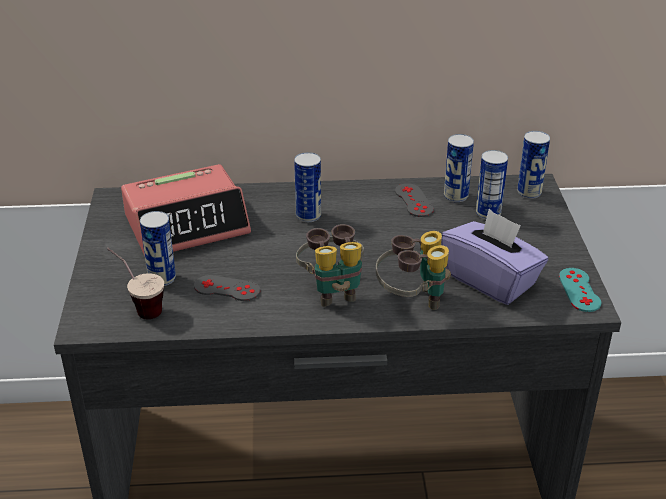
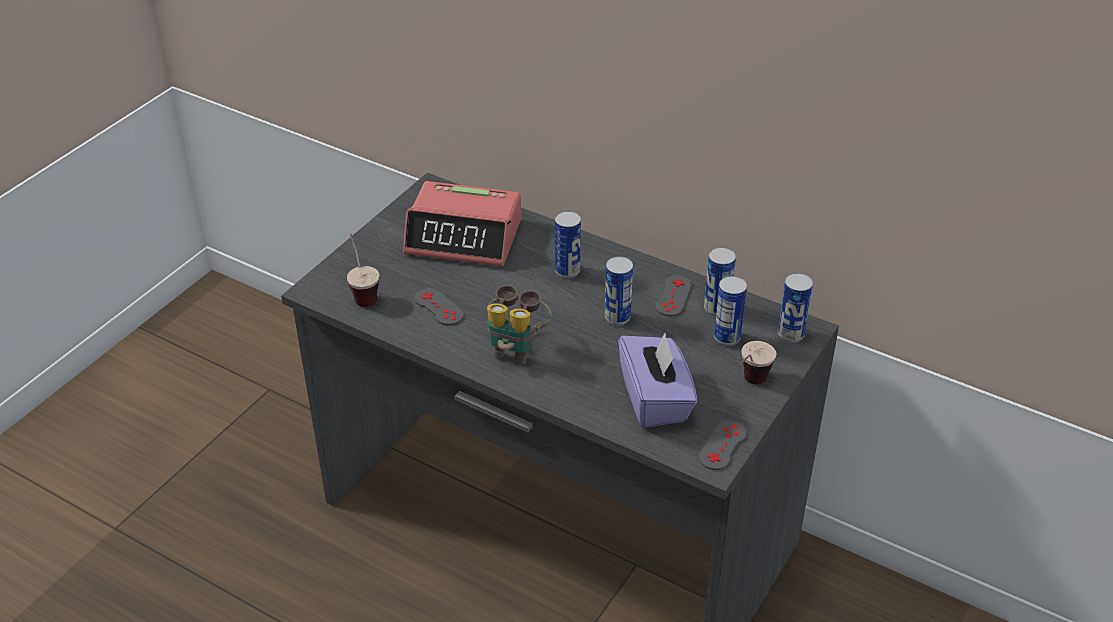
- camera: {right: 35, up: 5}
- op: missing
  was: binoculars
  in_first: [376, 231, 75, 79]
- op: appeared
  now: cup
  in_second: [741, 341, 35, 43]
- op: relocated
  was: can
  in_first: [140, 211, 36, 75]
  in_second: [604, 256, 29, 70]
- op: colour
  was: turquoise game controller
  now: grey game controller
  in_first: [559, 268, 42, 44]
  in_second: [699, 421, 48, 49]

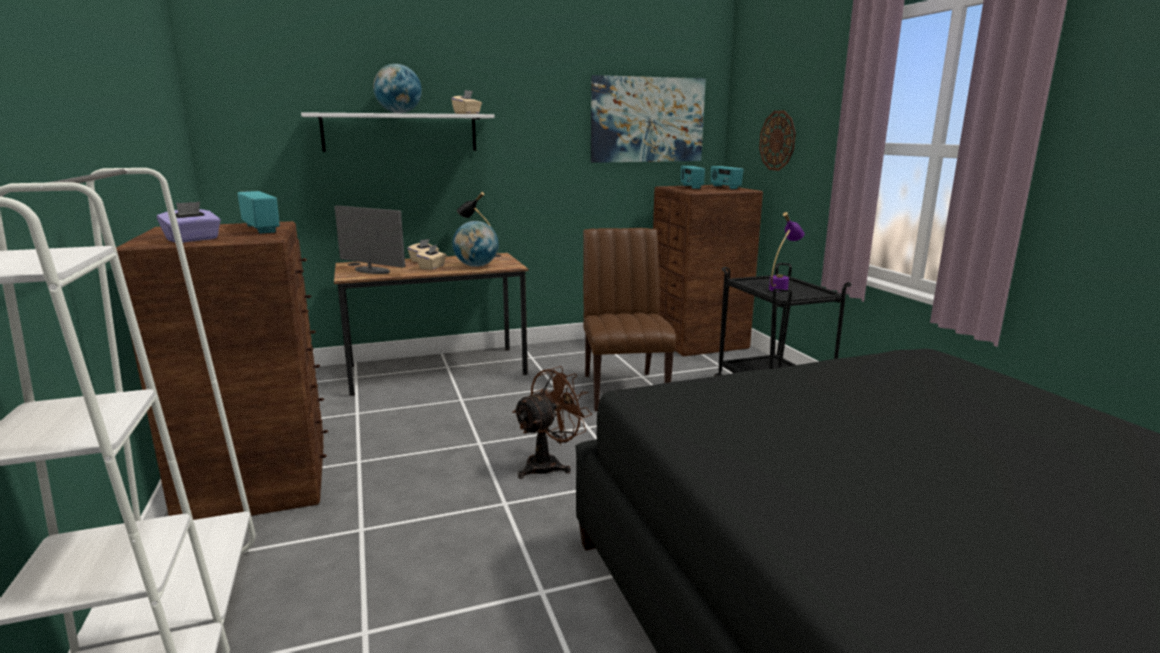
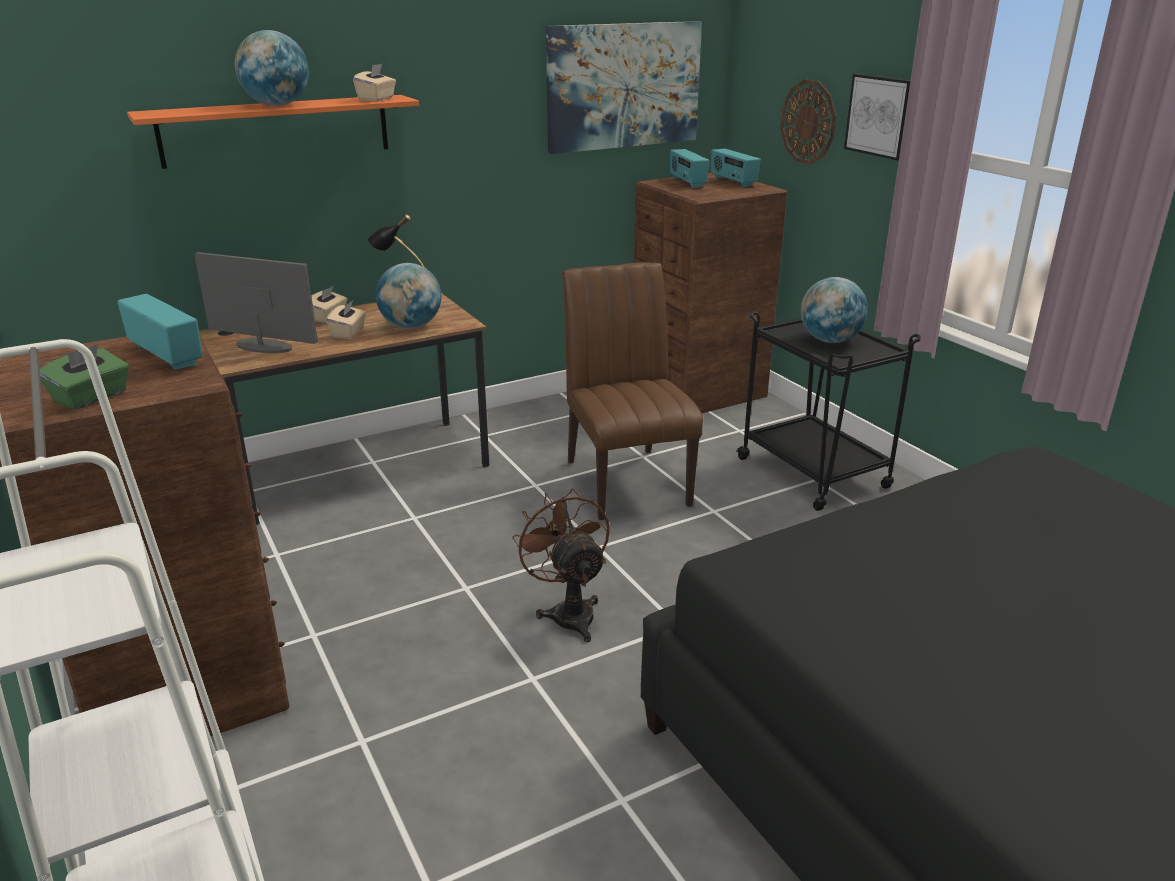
- camera: {right: -10, up: 10}
- op: appeared
  now: picture
  in_second: [844, 74, 67, 87]
- op: exchanged
  was: purple table lamp
  now: globe
  in_first: [769, 212, 35, 80]
  in_second: [801, 277, 67, 66]
- op: colour
  was: purple tissue box
  now: green tissue box
  in_first: [157, 201, 64, 42]
  in_second: [39, 344, 90, 66]
- op: colour
  was: white shelf
  now: orange shelf
  in_first: [301, 112, 194, 40]
  in_second: [127, 95, 292, 74]
- op: spun
  was: brown fan
  in_first: [512, 366, 80, 113]
  in_second: [512, 489, 98, 153]
  clockwise: -60

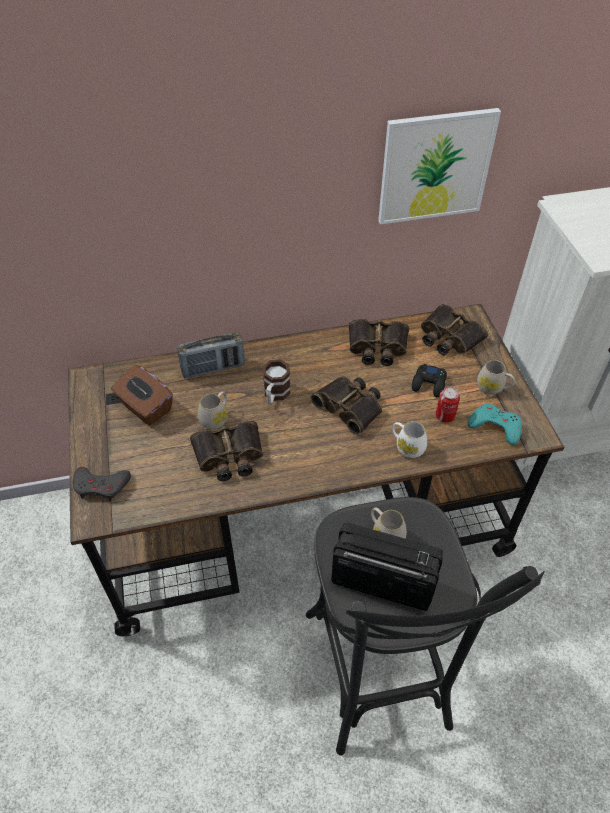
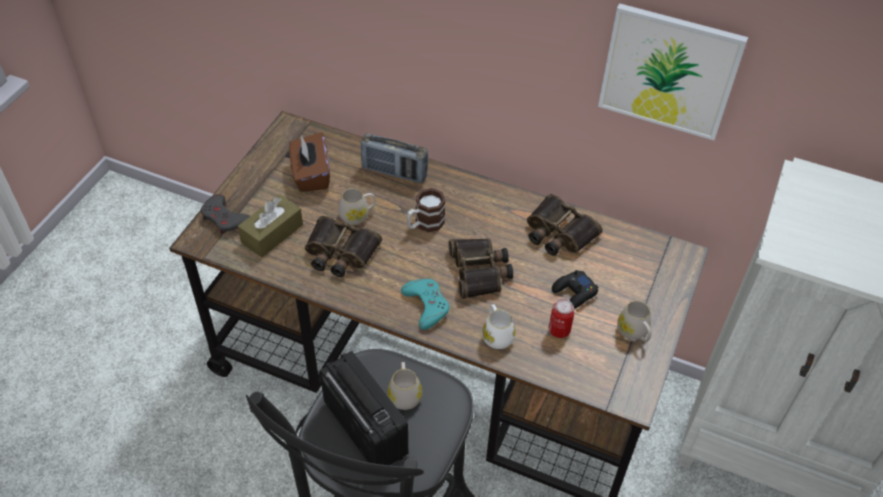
- camera: {right: 35, up: 0}
- op: missing
  was: binoculars
  in_first: [421, 304, 67, 52]
- op: appeared
  now: brown tissue box
  in_second: [238, 194, 65, 63]
- op: relocated
  was: turquoise game controller
  in_first: [468, 404, 54, 41]
  in_second: [401, 279, 49, 51]

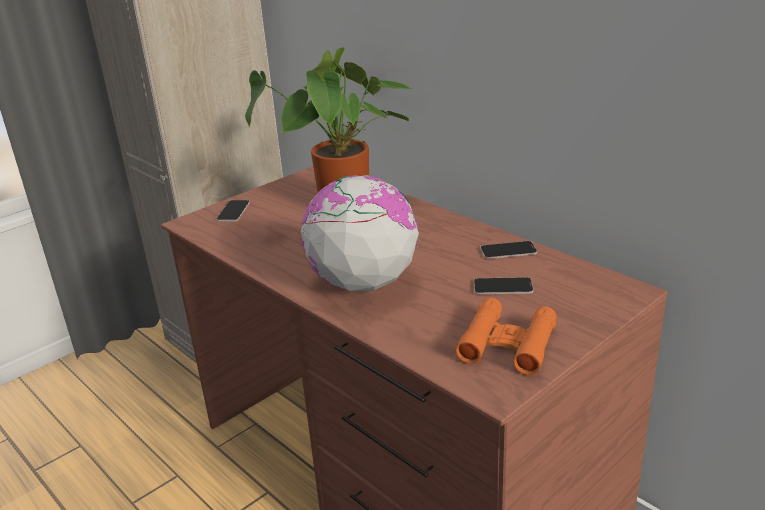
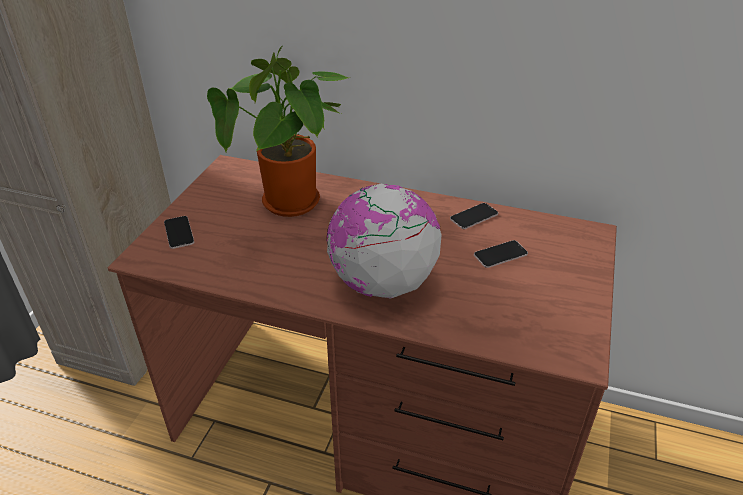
- camera: {right: -30, up: 10}
- op: missing
  was: orange binoculars
  in_first: [455, 298, 102, 77]

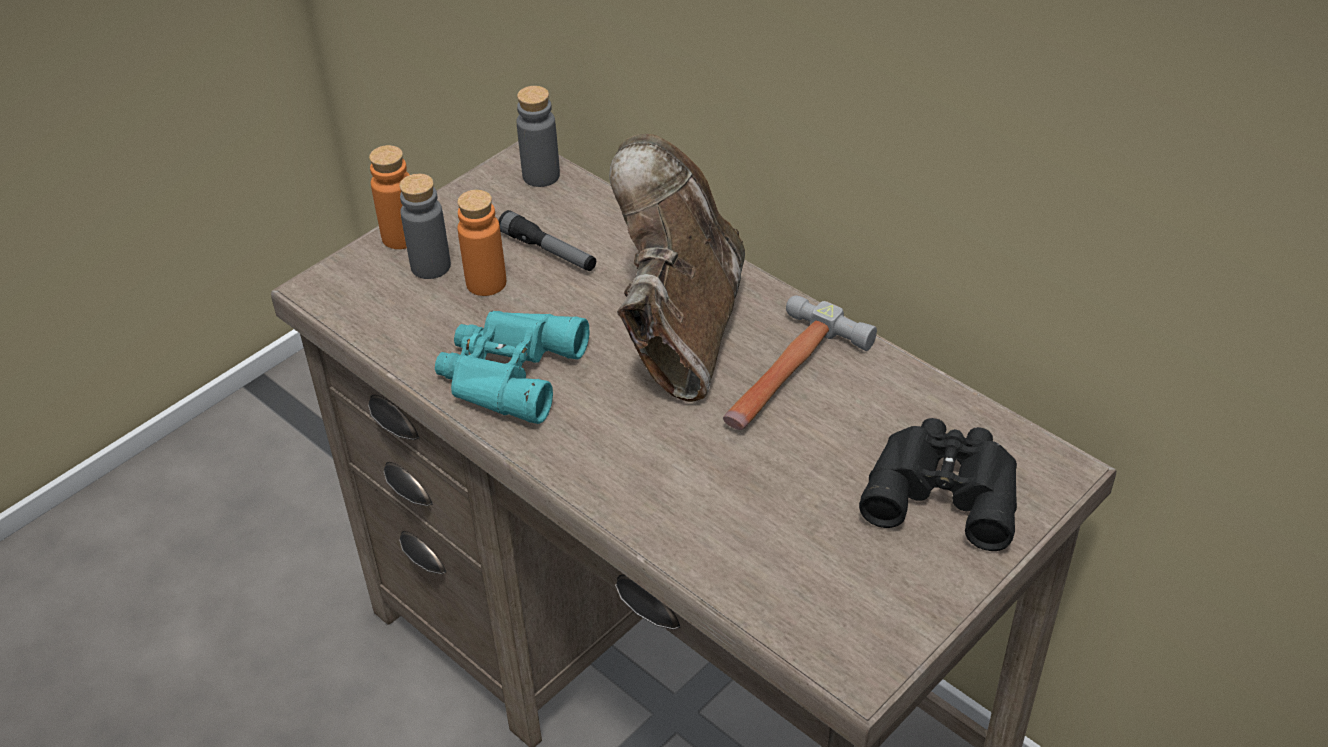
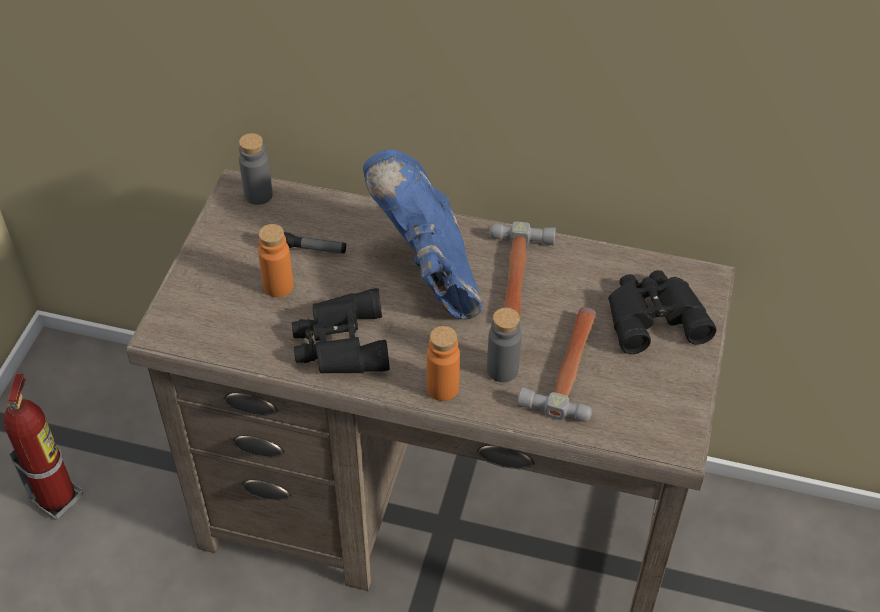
- camera: {right: -30, up: 5}
- op: appeared
  now: fire extinguisher
  in_second: [4, 374, 79, 146]
- op: appeared
  now: hammer
  in_second: [517, 307, 79, 115]
- op: relocated
  was: orange bottle
  in_first: [369, 145, 41, 104]
  in_second: [427, 326, 33, 75]
- op: relocated
  was: grey bottle
  in_first: [399, 174, 52, 105]
  in_second: [487, 308, 35, 74]
- op: colour
  was: turquoise binoculars
  now: black binoculars
  in_first: [435, 311, 154, 113]
  in_second: [292, 288, 98, 86]
- op: colour
  was: brown boot
  now: blue boot
  in_first: [609, 134, 136, 268]
  in_second: [363, 149, 119, 170]

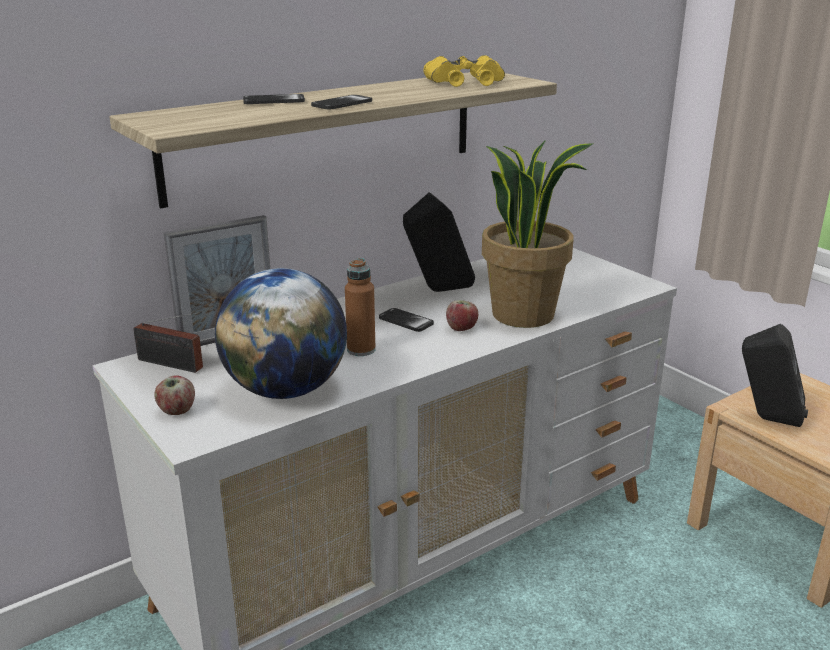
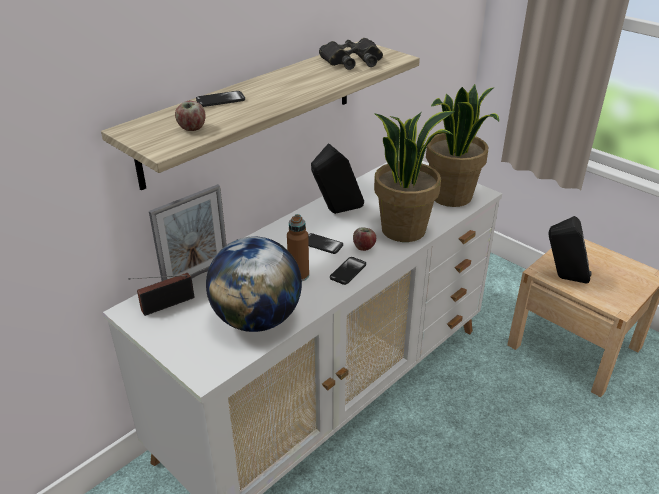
- camera: {right: -10, up: 10}
- op: appeared
  now: potted plant
  in_second: [426, 84, 73, 123]
- op: relocated
  was: apple
  in_first: [154, 375, 41, 40]
  in_second: [175, 101, 31, 30]
- op: relocated
  was: phone
  in_first: [311, 95, 61, 14]
  in_second: [330, 257, 36, 28]
- op: colour
  was: yellow binoculars
  now: black binoculars
  in_first: [423, 55, 82, 32]
  in_second: [319, 38, 64, 32]
- op: spun
  was: radio
  in_first: [133, 312, 70, 61]
  in_second: [129, 273, 65, 43]
  clockwise: 135

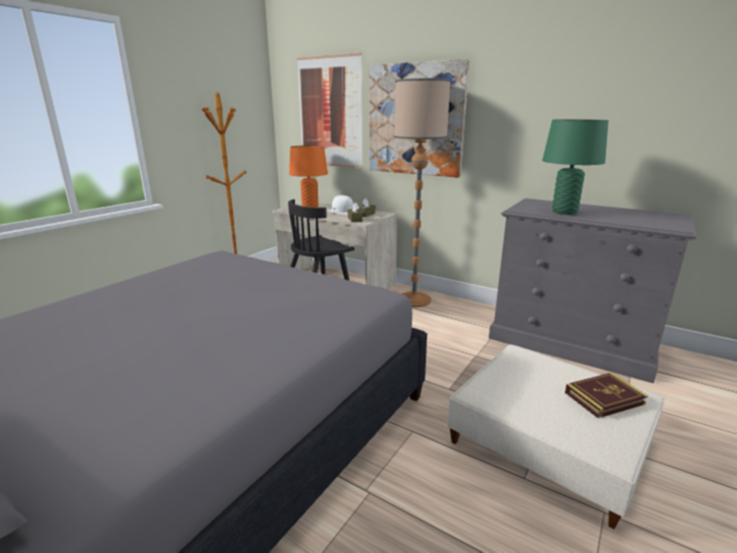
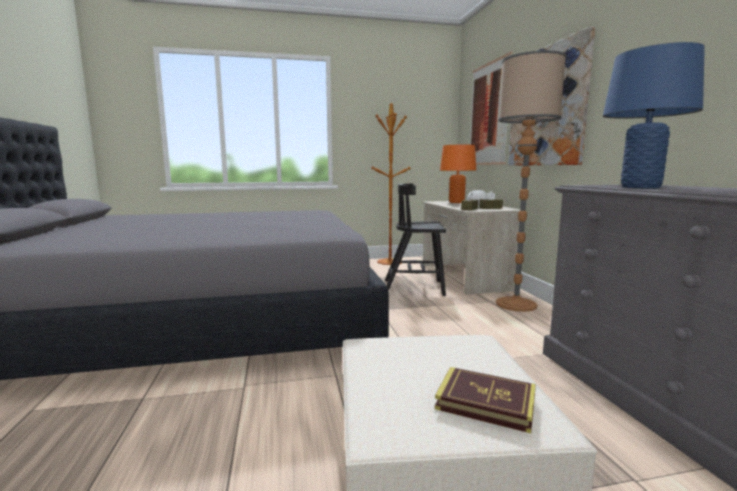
- camera: {right: 45, up: -10}
- op: colour
  was: green table lamp
  now: blue table lamp
  in_first: [542, 119, 67, 96]
  in_second: [603, 42, 102, 146]

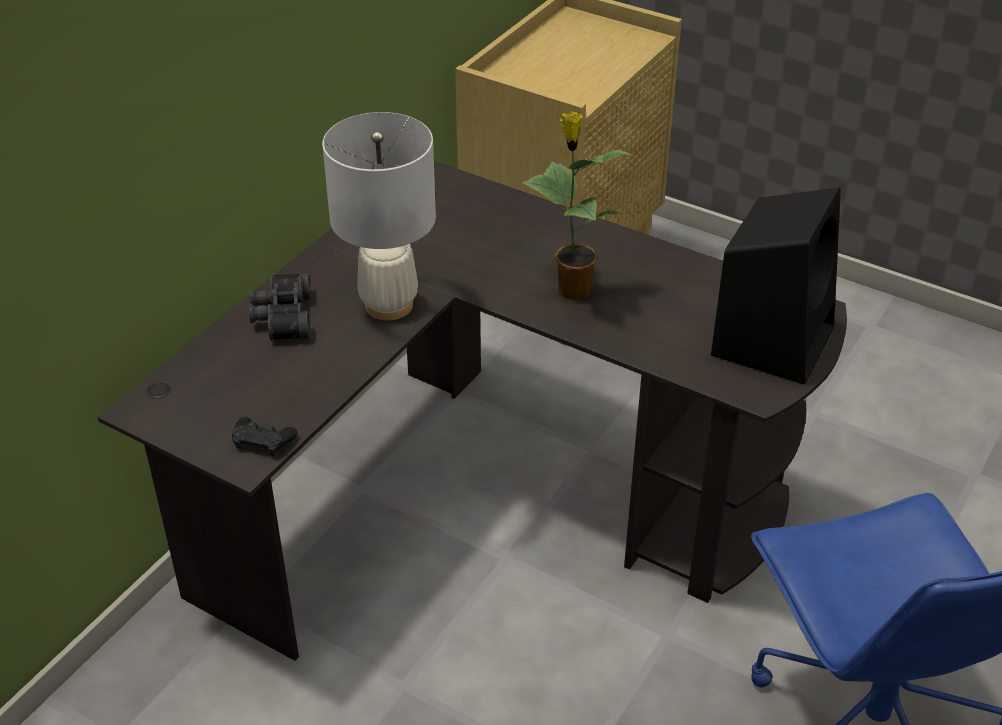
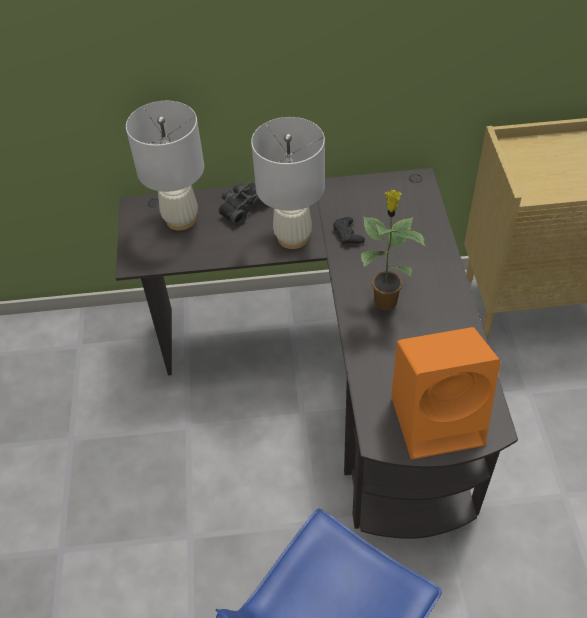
- camera: {right: 55, up: 10}
- op: appeared
  now: white table lamp
  in_second: [126, 101, 78, 130]
- op: relocated
  was: black game controller
  in_first: [232, 417, 65, 39]
  in_second: [333, 217, 32, 28]
- op: colour
  was: black speaker
  now: orange speaker
  in_first: [711, 187, 130, 198]
  in_second: [391, 327, 110, 132]

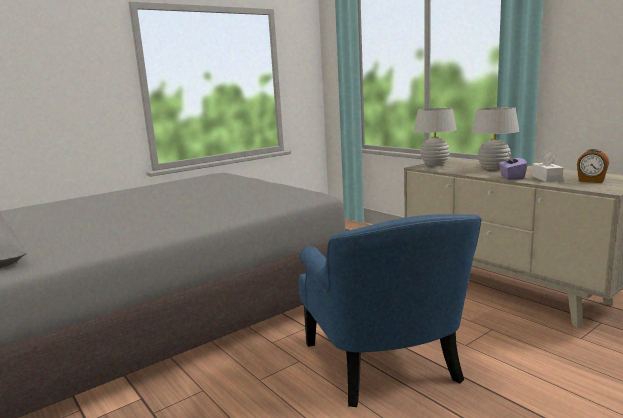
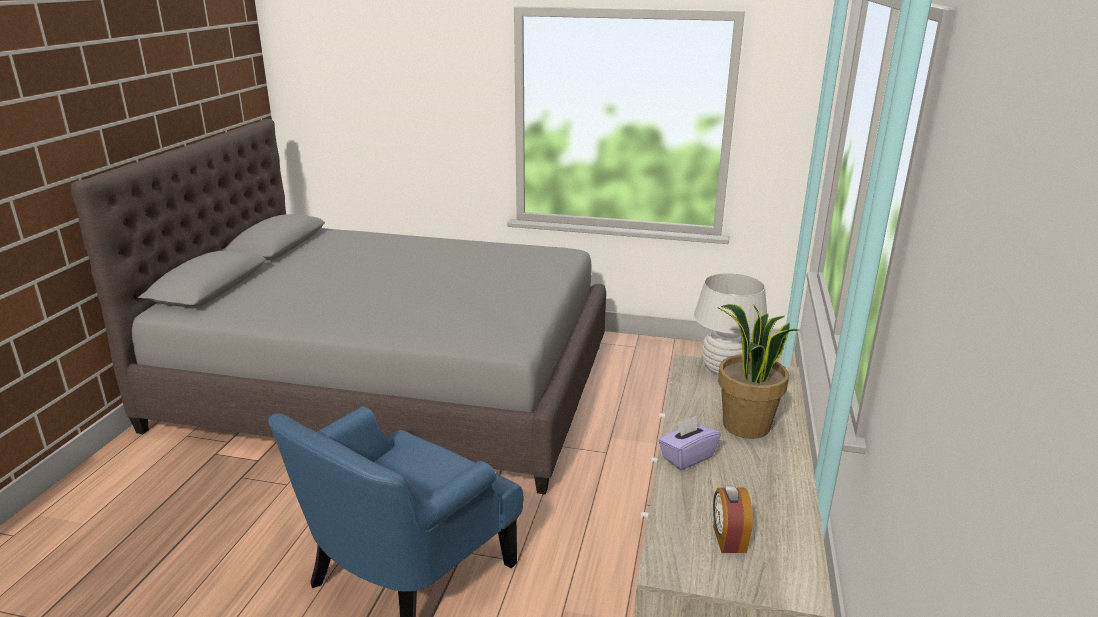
- camera: {right: 50, up: 10}
- op: missing
  was: white tissue box
  in_first: [532, 152, 32, 30]
- op: exchanged
  was: white table lamp
  now: potted plant
  in_first: [471, 107, 48, 63]
  in_second: [718, 304, 81, 135]

